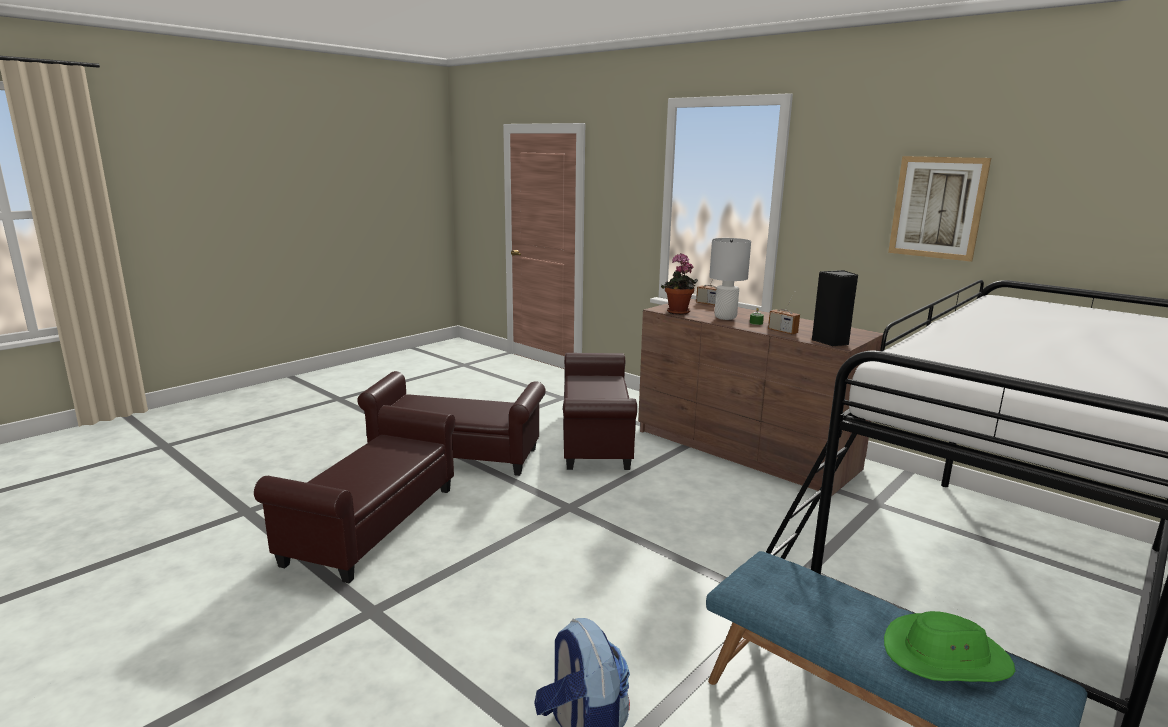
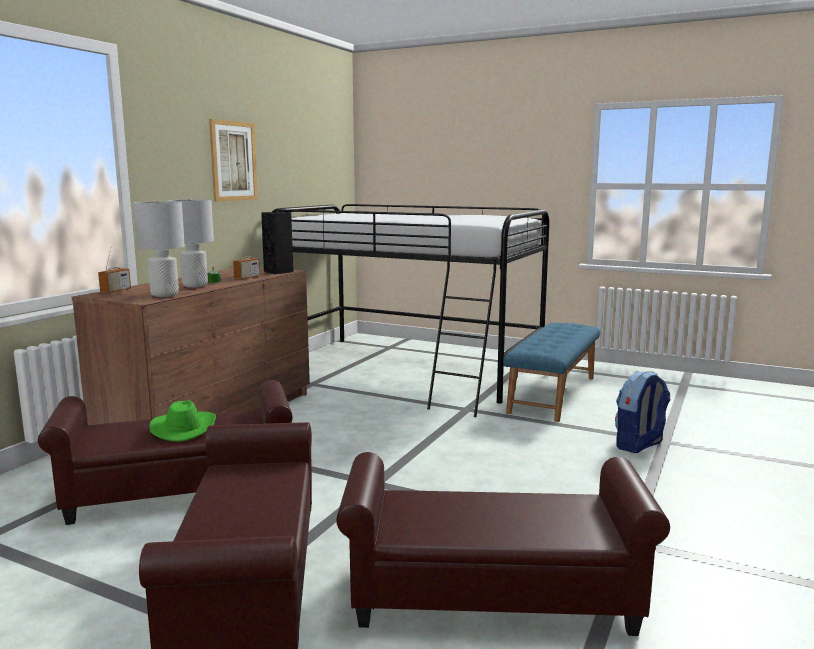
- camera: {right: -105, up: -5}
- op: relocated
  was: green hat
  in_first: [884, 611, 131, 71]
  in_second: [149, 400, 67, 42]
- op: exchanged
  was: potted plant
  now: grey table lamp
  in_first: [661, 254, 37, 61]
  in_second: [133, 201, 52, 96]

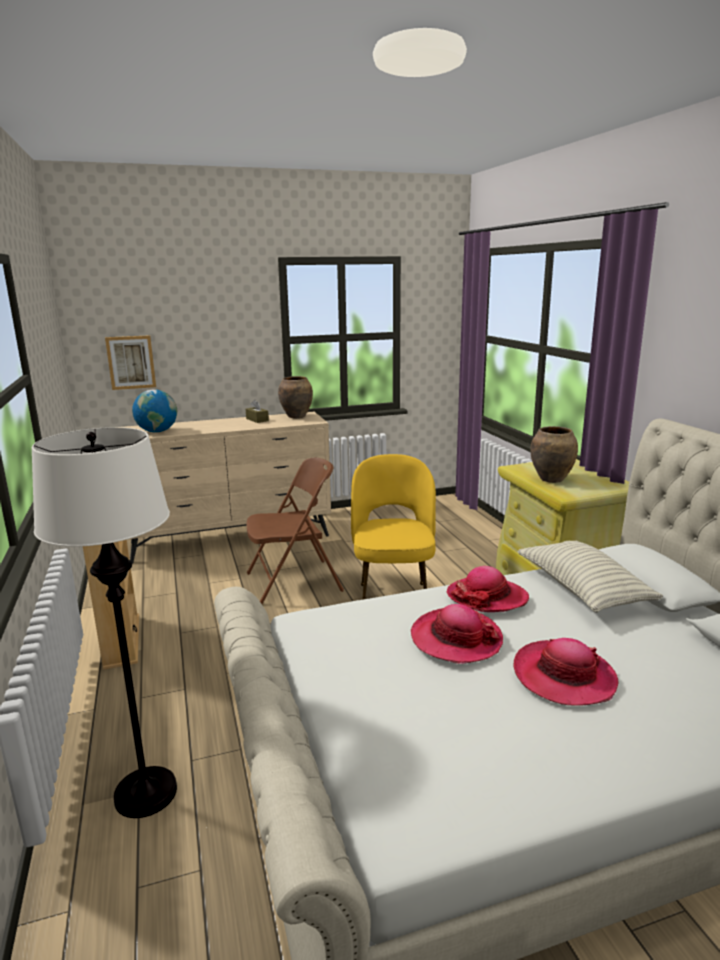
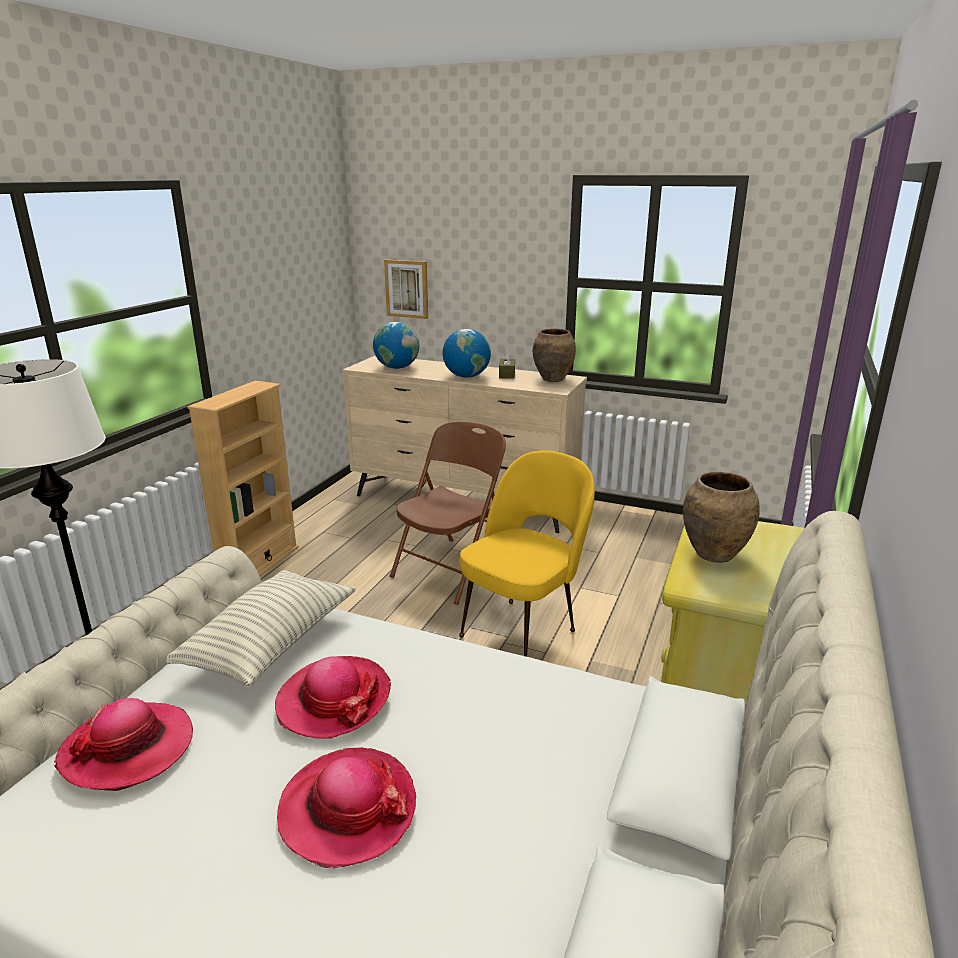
- camera: {right: 40, up: 5}
- op: appeared
  now: globe
  in_second: [443, 329, 48, 49]
- op: relocated
  was: hat
  in_first: [446, 566, 83, 46]
  in_second: [54, 698, 139, 93]
- op: relocated
  was: pillow
  in_first: [517, 541, 146, 72]
  in_second: [165, 570, 191, 117]
- op: spun
  was: brown chair
  in_first: [247, 458, 97, 147]
  in_second: [390, 422, 116, 183]
  clockwise: -75

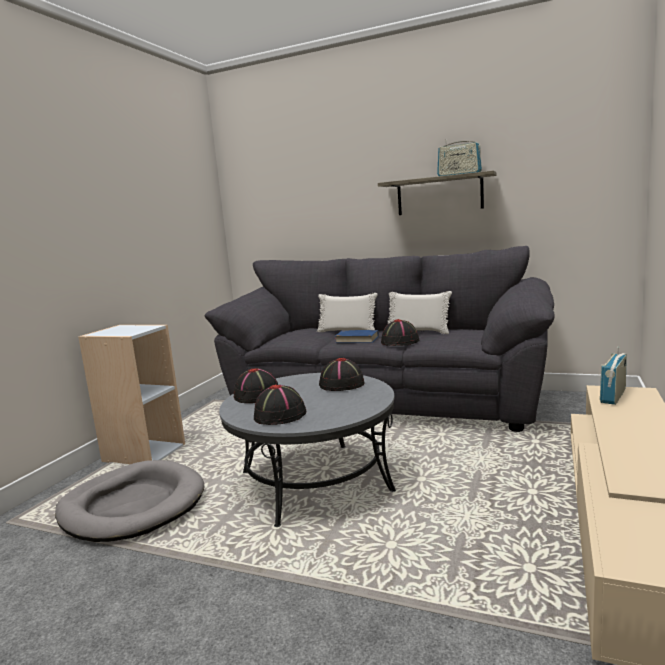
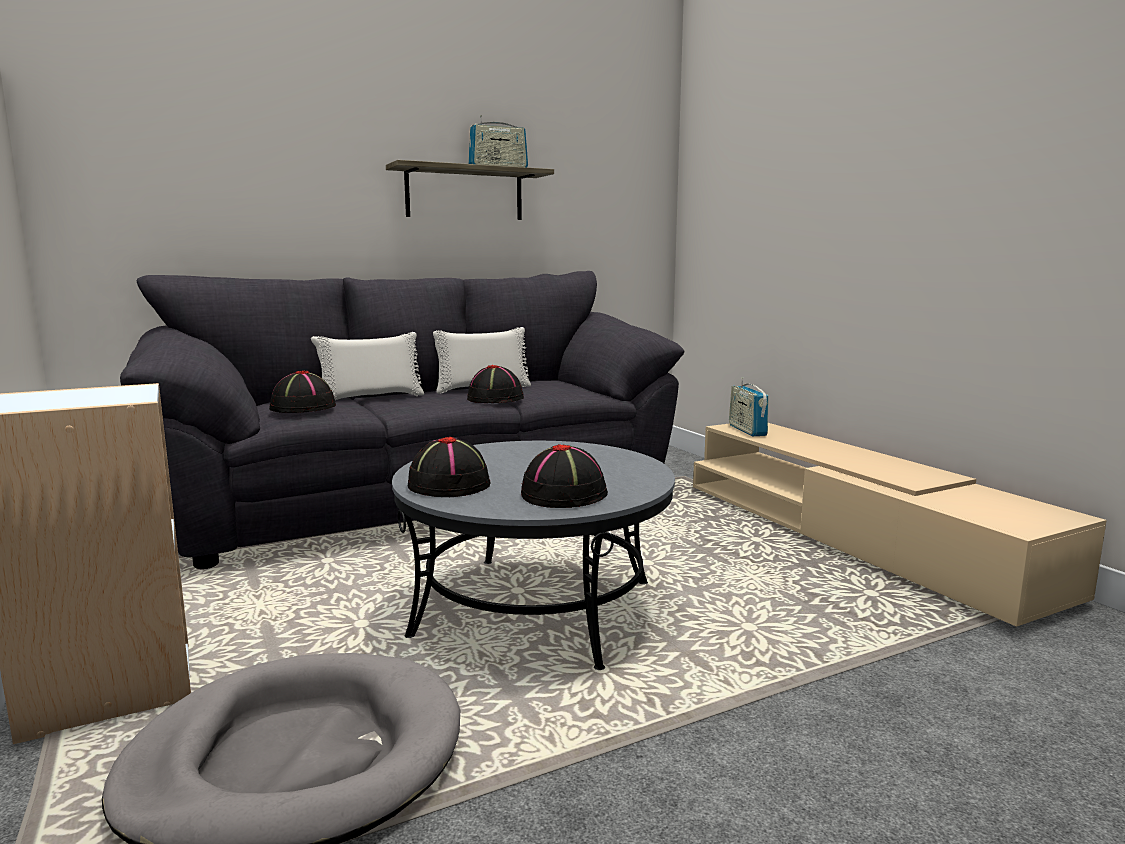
- camera: {right: -50, up: 0}
- op: missing
  was: blue book
  in_first: [334, 330, 45, 13]
- op: relocated
  was: black hat
  in_first: [319, 358, 46, 33]
  in_second: [269, 371, 67, 42]

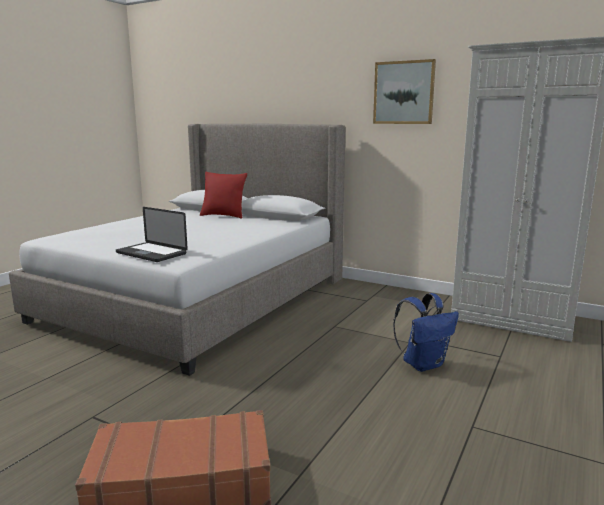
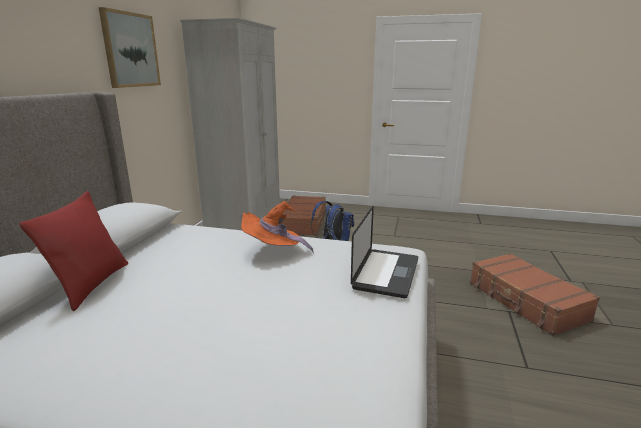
- camera: {right: -105, up: 5}
- op: appeared
  now: orange hat
  in_second: [241, 201, 73, 52]
- op: appeared
  now: brown suitcase
  in_second: [280, 195, 46, 41]

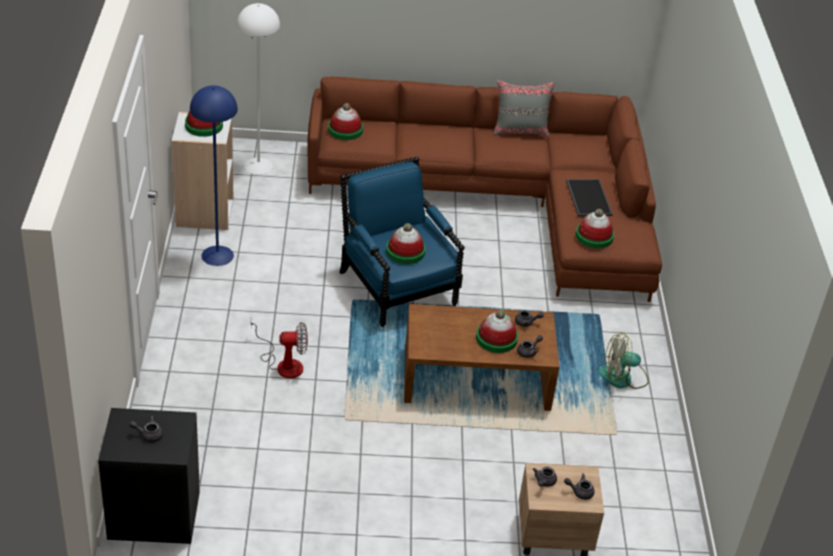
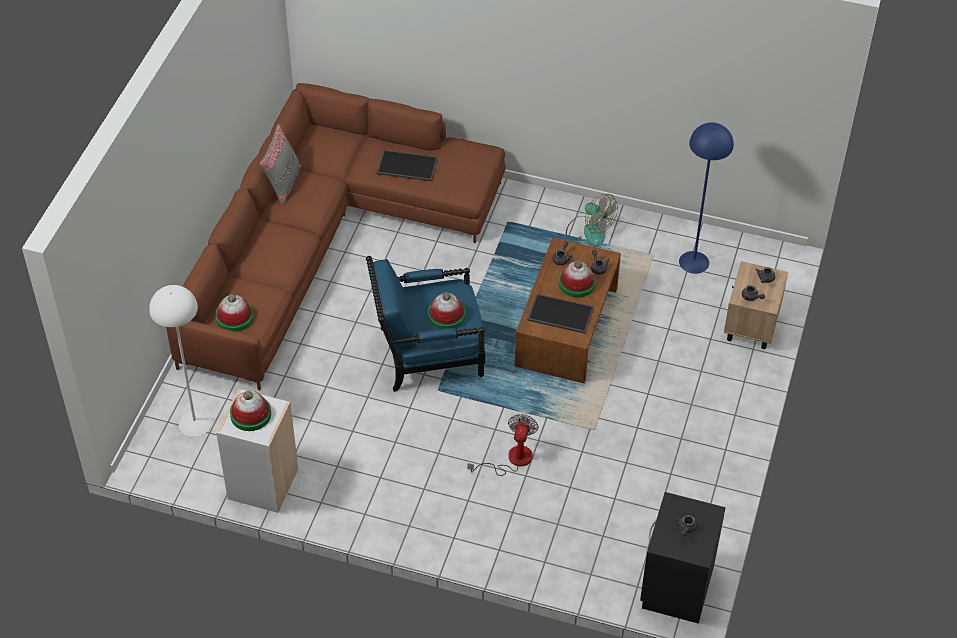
- camera: {right: -70, up: 10}
- op: missing
  was: hat
  in_first: [576, 209, 38, 39]
- op: appeared
  now: tray
  in_second: [527, 293, 67, 41]
- op: relocated
  was: blue floor lamp
  in_first: [190, 85, 48, 181]
  in_second: [679, 122, 55, 152]
- op: spun
  was: fan
  in_first: [598, 333, 51, 56]
  in_second: [566, 194, 52, 52]
  clockwise: -60

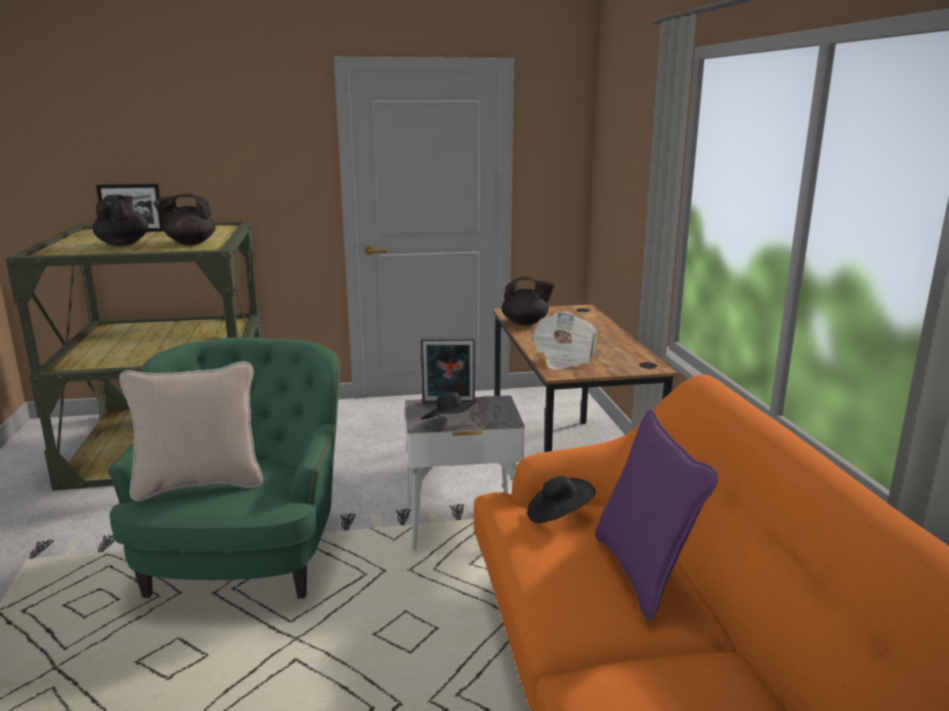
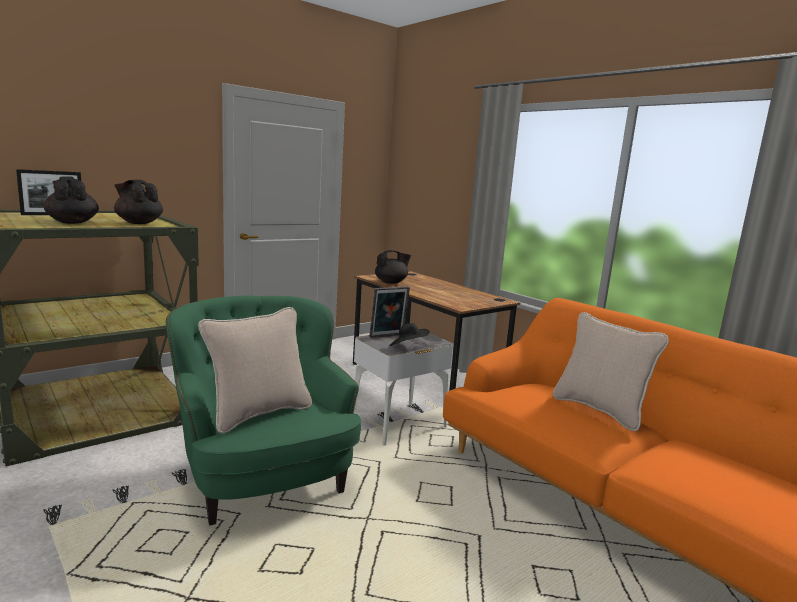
- camera: {right: -30, up: -5}
- op: missing
  was: black hat
  in_first: [527, 476, 68, 47]
- op: missing
  was: newspaper
  in_first: [531, 312, 67, 58]
- op: colour
  was: purple pillow
  now: beige pillow
  in_first: [595, 410, 123, 211]
  in_second: [553, 312, 116, 119]
- op: spun
  was: black teapot
  in_first: [153, 194, 63, 51]
  in_second: [114, 180, 49, 44]
  clockwise: 75

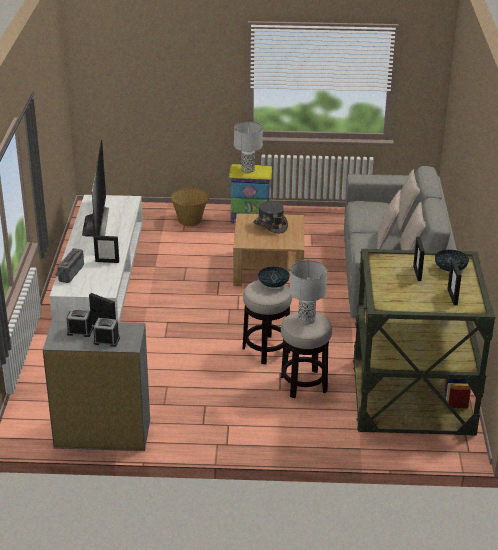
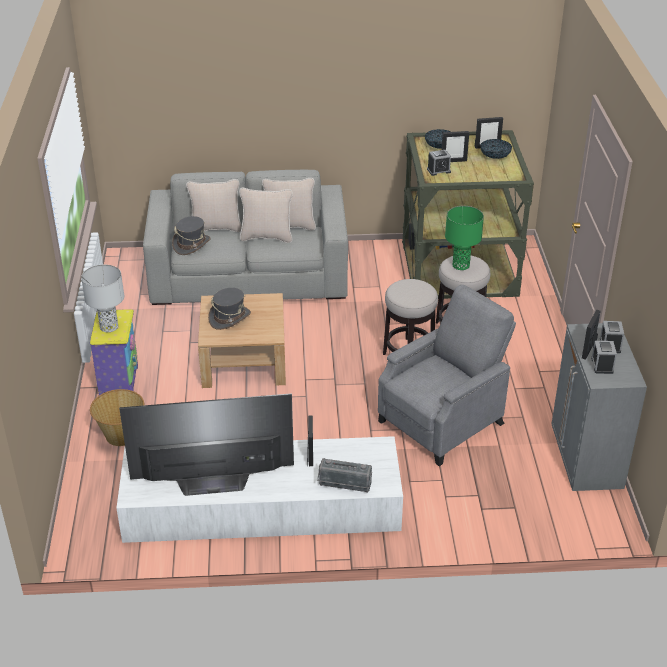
- camera: {right: -95, up: 5}
- op: appeared
  now: grey hat
  in_second: [172, 216, 39, 39]
- op: appeared
  now: grey armchair
  in_second: [378, 285, 138, 181]
- op: appeared
  now: alarm clock
  in_second: [427, 150, 24, 26]
- op: relocated
  was: bowl
  in_first: [258, 267, 32, 21]
  in_second: [480, 139, 32, 20]
- op: colour
  was: white table lamp
  now: green table lamp
  in_first: [290, 260, 37, 64]
  in_second: [445, 206, 39, 64]

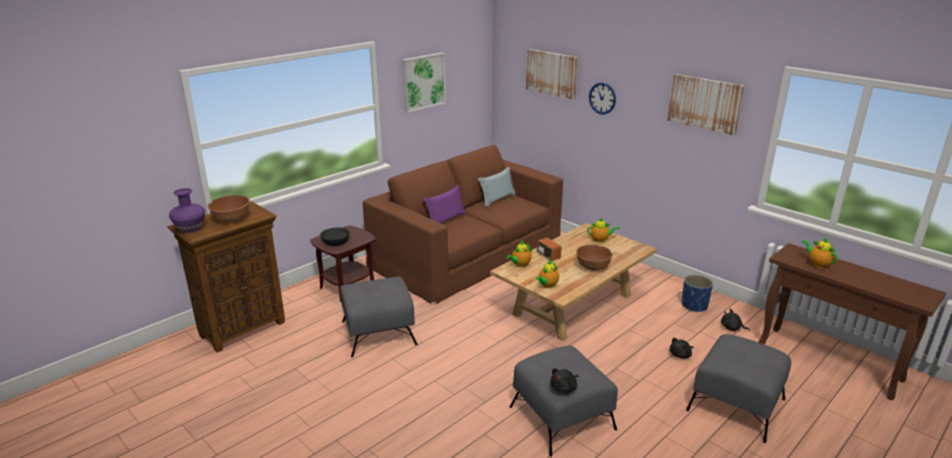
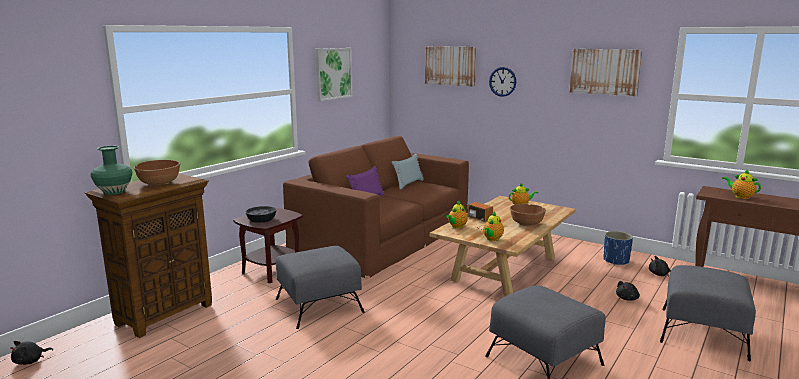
- camera: {right: -10, up: -10}
- op: relocated
  was: black plush toy
  in_first: [550, 368, 29, 25]
  in_second: [11, 341, 42, 24]
- op: colour
  was: purple vase
  now: green vase
  in_first: [169, 188, 36, 45]
  in_second: [90, 146, 43, 49]

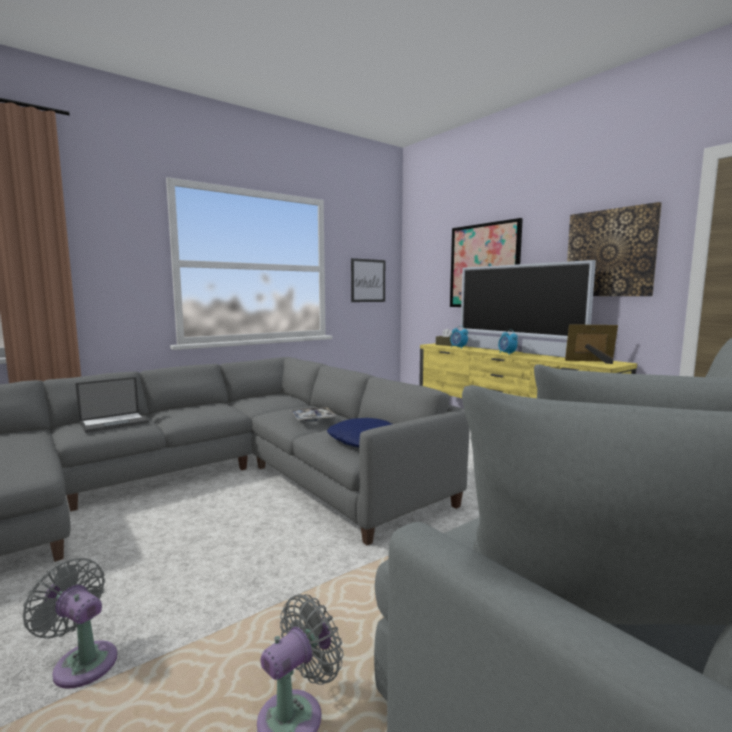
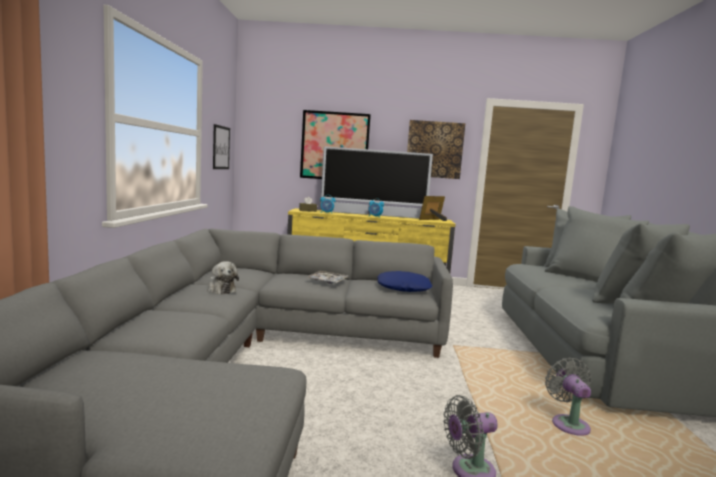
- camera: {right: -50, up: 0}
- op: missing
  was: laptop
  in_first: [75, 377, 74, 56]
- op: appeared
  now: plush toy
  in_second: [207, 261, 32, 33]

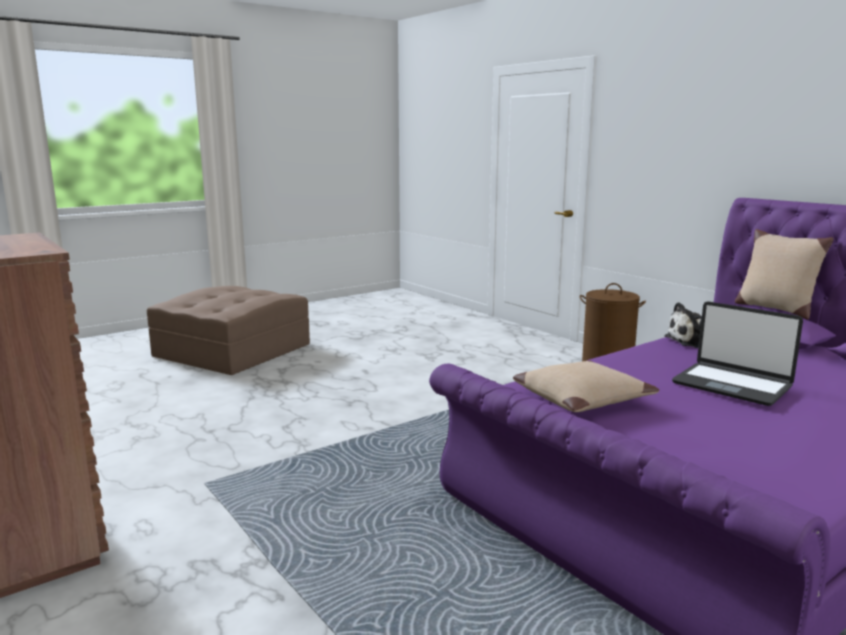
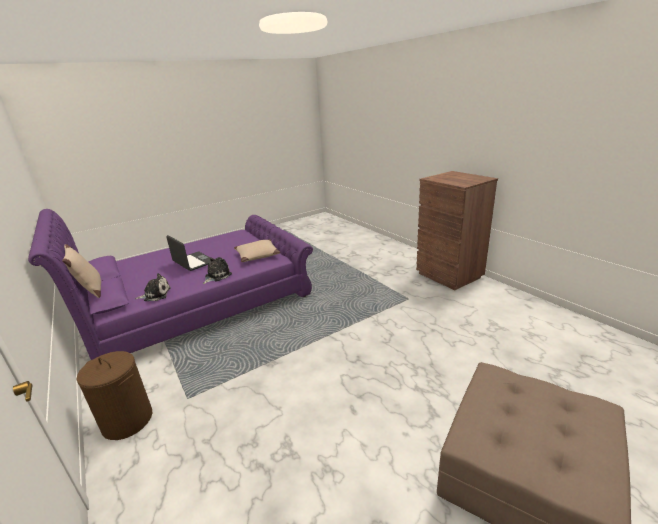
- camera: {right: -175, up: 10}
- op: appeared
  now: plush toy
  in_second: [203, 257, 29, 27]

